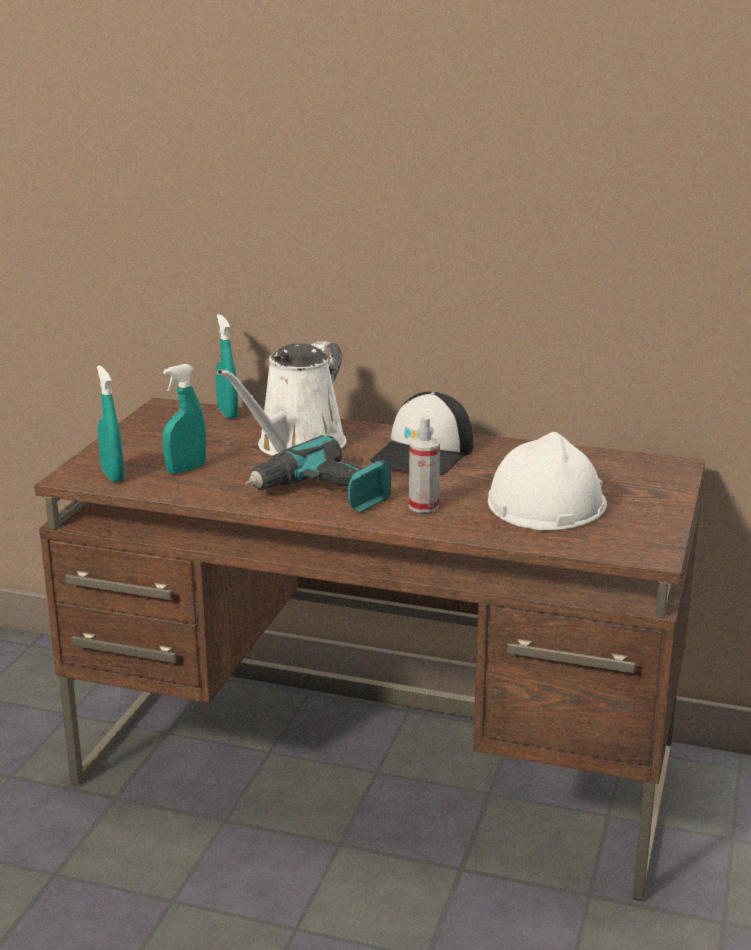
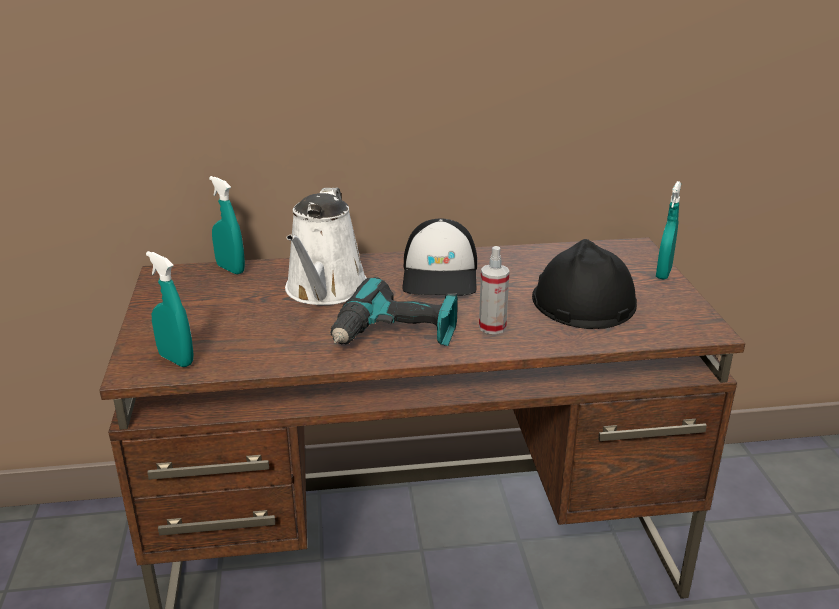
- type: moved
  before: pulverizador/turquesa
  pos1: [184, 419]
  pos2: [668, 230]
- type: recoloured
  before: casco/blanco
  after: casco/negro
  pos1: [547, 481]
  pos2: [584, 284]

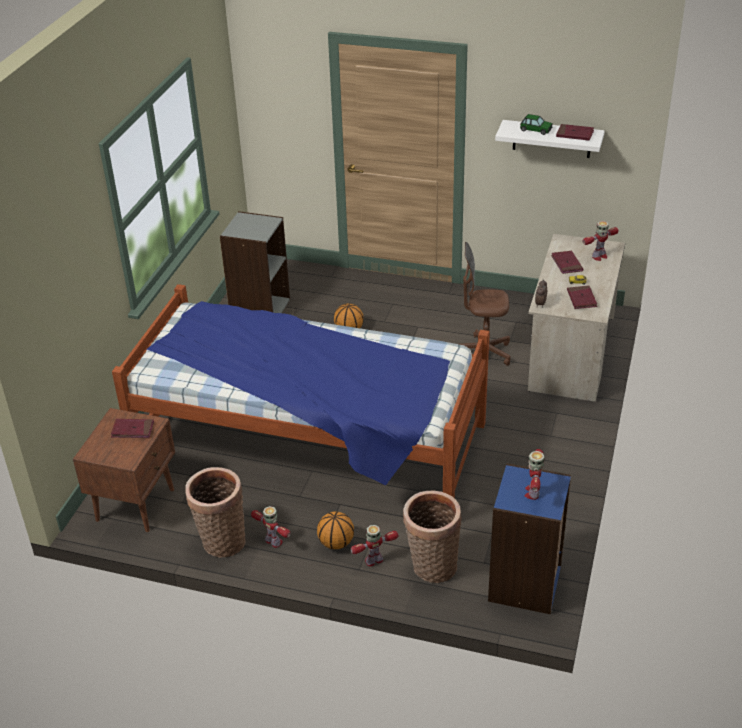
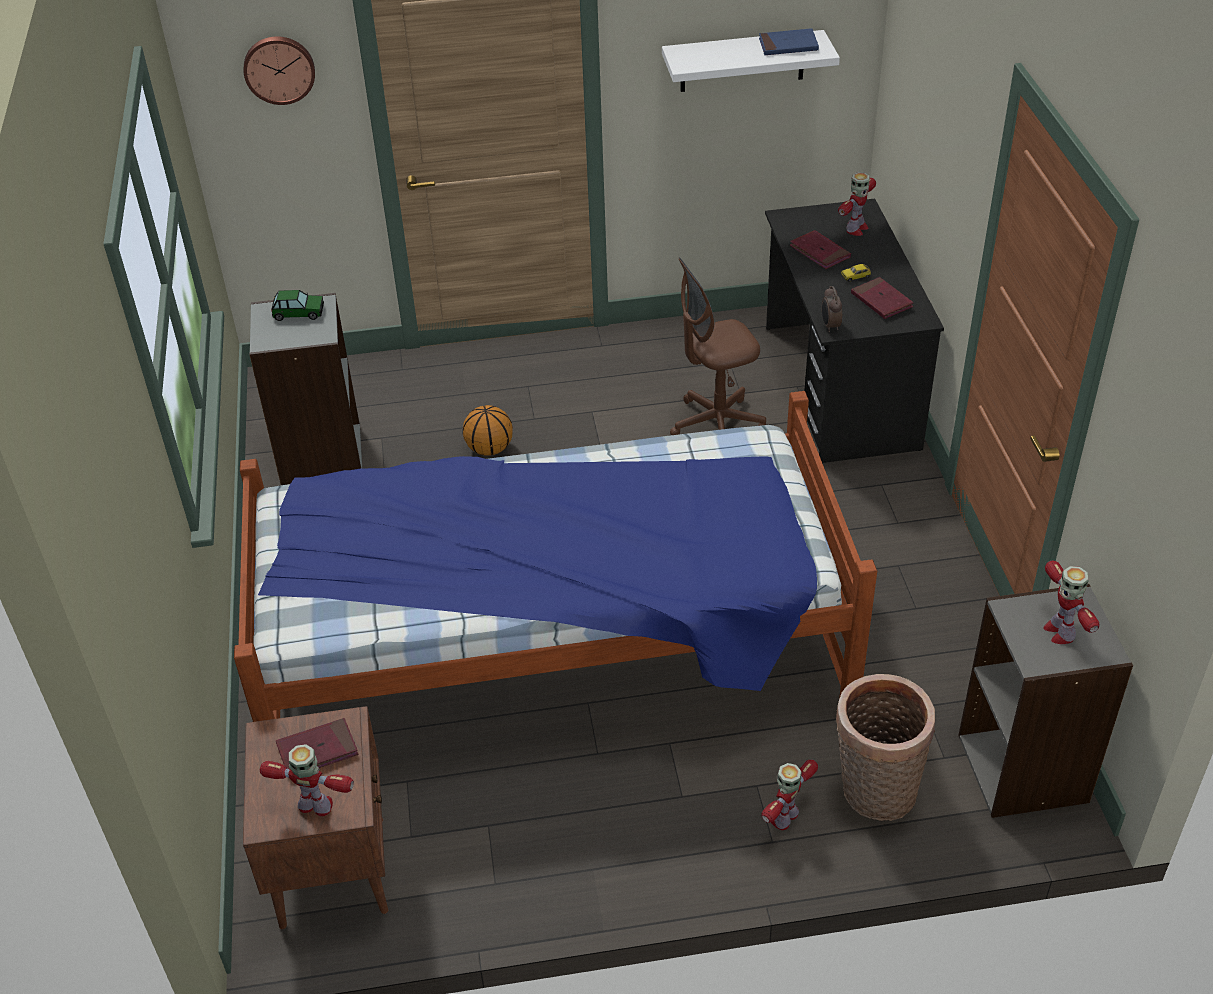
- type: moved
  before: coche de juguete
  pos1: [536, 124]
  pos2: [297, 305]
- type: recoloured
  before: libro/rojo
  after: libro/azul
  pos1: [575, 132]
  pos2: [789, 41]
- type: recoloured
  before: escritorio/beis
  after: escritorio/negro
  pos1: [576, 318]
  pos2: [854, 330]
- type: recoloured
  before: estantería/azul
  after: estantería/gris
  pos1: [529, 539]
  pos2: [1045, 701]
- type: removed
  before: cesta
  pos1: [215, 512]
- type: moved
  before: robot de juguete
  pos1: [271, 527]
  pos2: [307, 780]
- type: removed
  before: balón de baloncesto
  pos1: [335, 530]
- type: added
  after: reloj de pared
  pos2: [279, 70]

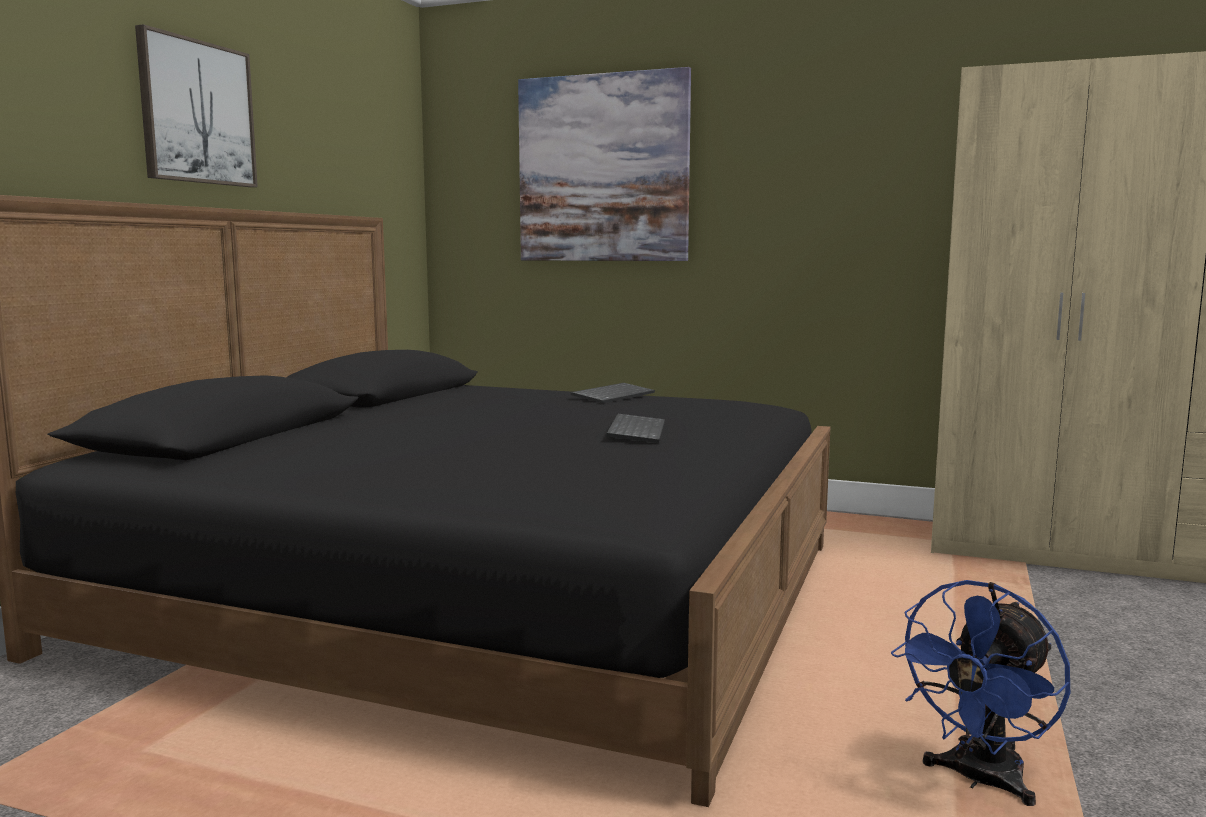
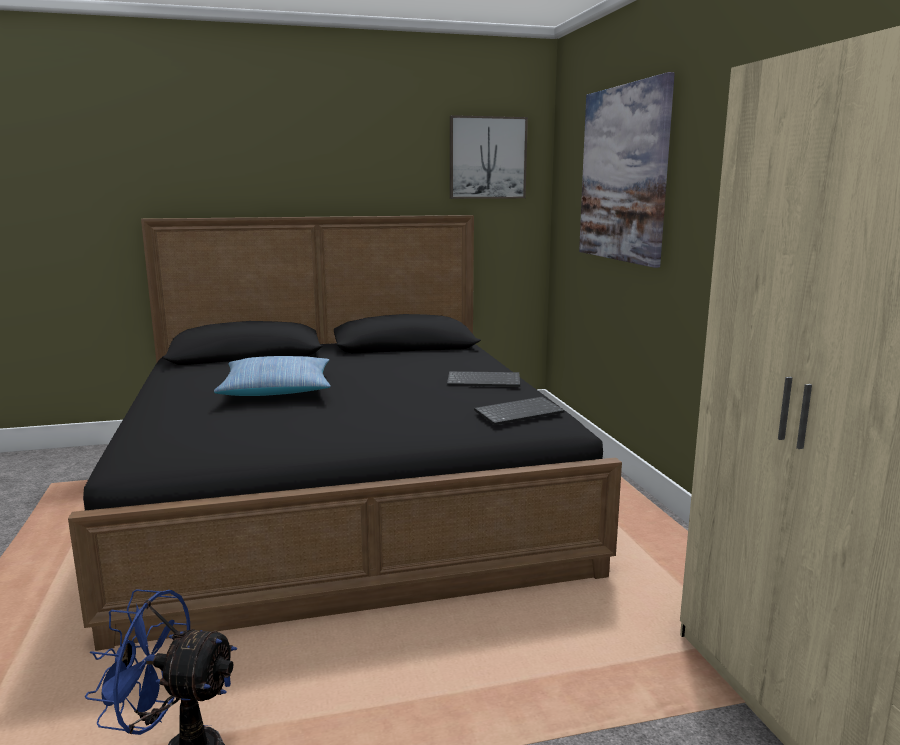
- type: moved
  before: cuadro
  pos1: [196, 105]
  pos2: [489, 157]
- type: moved
  before: teclado
  pos1: [635, 428]
  pos2: [519, 411]
- type: added
  after: cojín
  pos2: [272, 376]

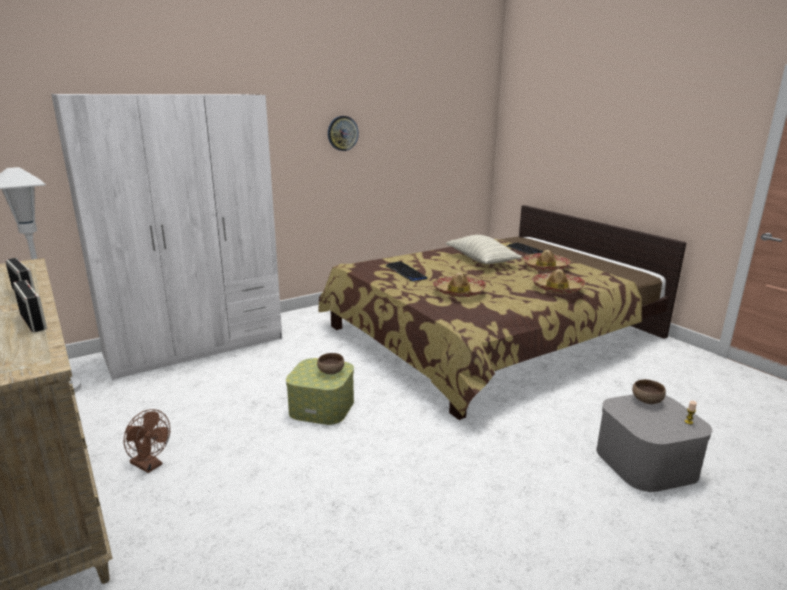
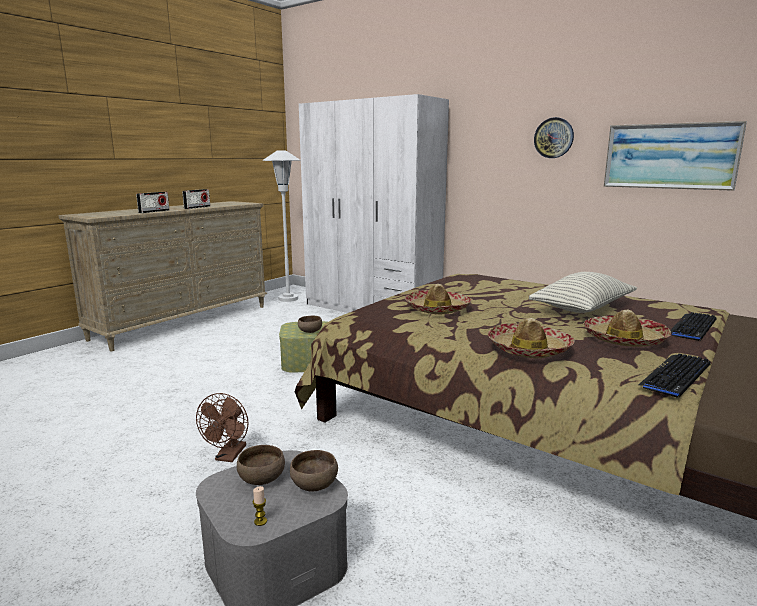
- type: moved
  before: teclado
  pos1: [406, 271]
  pos2: [674, 375]
- type: moved
  before: ventilador/marrón
  pos1: [147, 441]
  pos2: [222, 427]
- type: added
  after: cuadro
  pos2: [675, 156]
- type: added
  after: cuenco/marrón
  pos2: [261, 465]

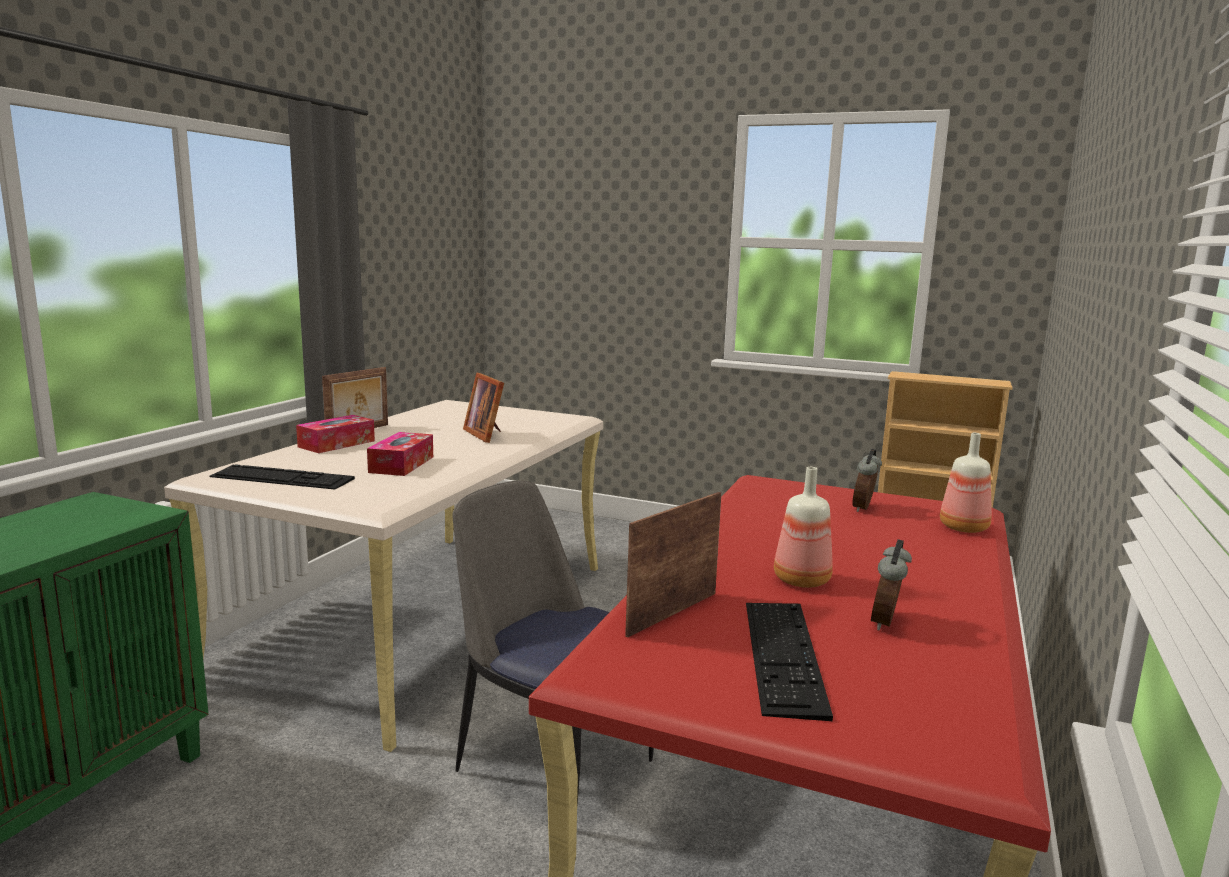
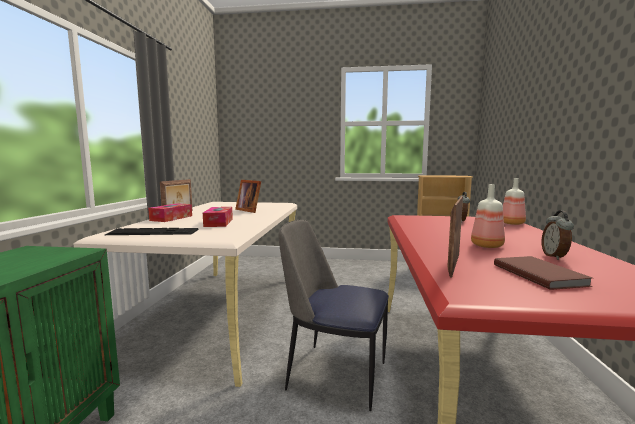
- type: replaced
  before: teclado
  after: libro/marrón
  pos1: [789, 662]
  pos2: [543, 273]

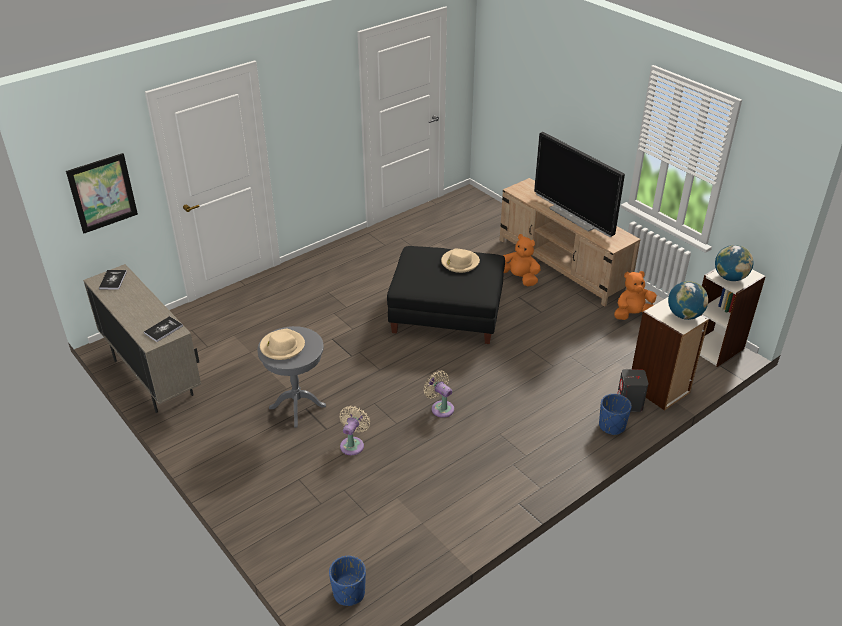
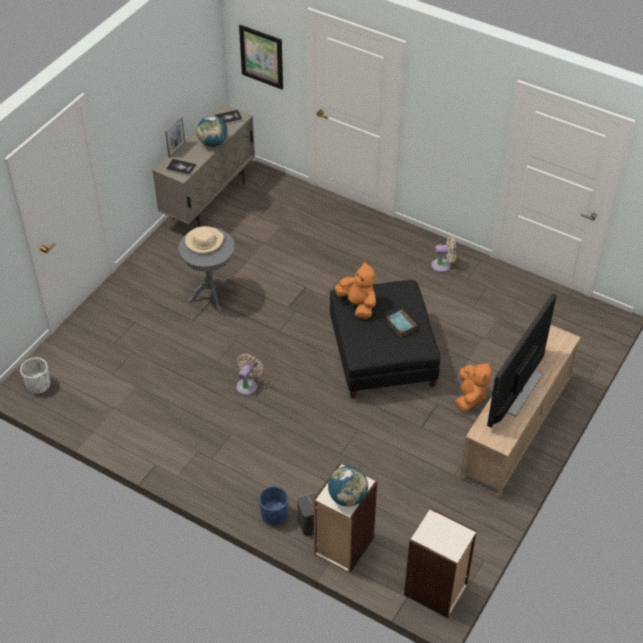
- type: moved
  before: globo terráqueo
  pos1: [734, 263]
  pos2: [212, 131]
- type: replaced
  before: sombrero/beis
  after: libro
  pos1: [460, 261]
  pos2: [401, 323]
- type: moved
  before: peluche/naranja
  pos1: [635, 295]
  pos2: [355, 290]
- type: moved
  before: ventilador/beis
  pos1: [354, 430]
  pos2: [443, 254]
- type: recoloured
  before: maceta/azul
  after: maceta/blanco
  pos1: [347, 581]
  pos2: [35, 375]
- type: added
  after: portarretratos
  pos2: [175, 137]

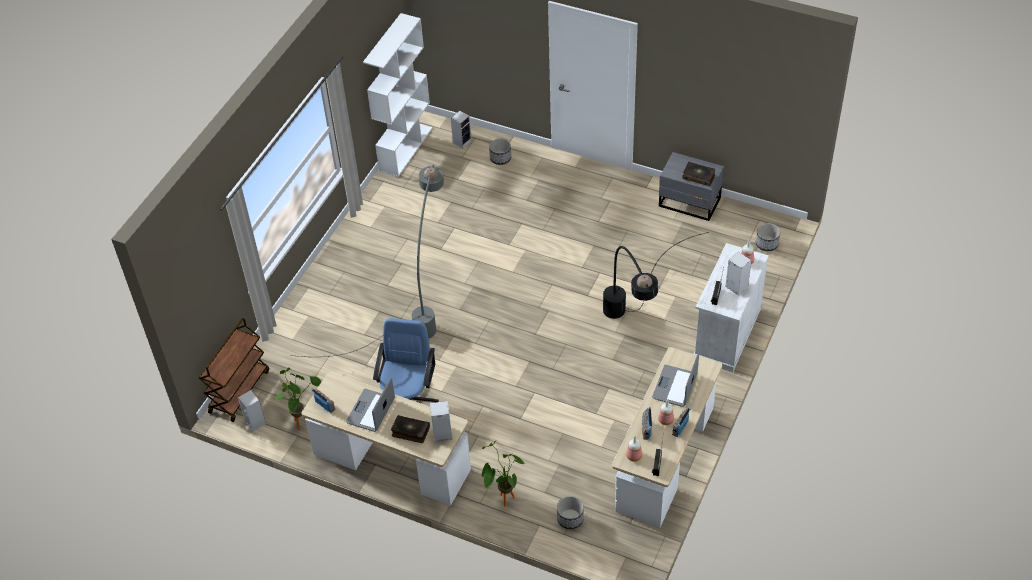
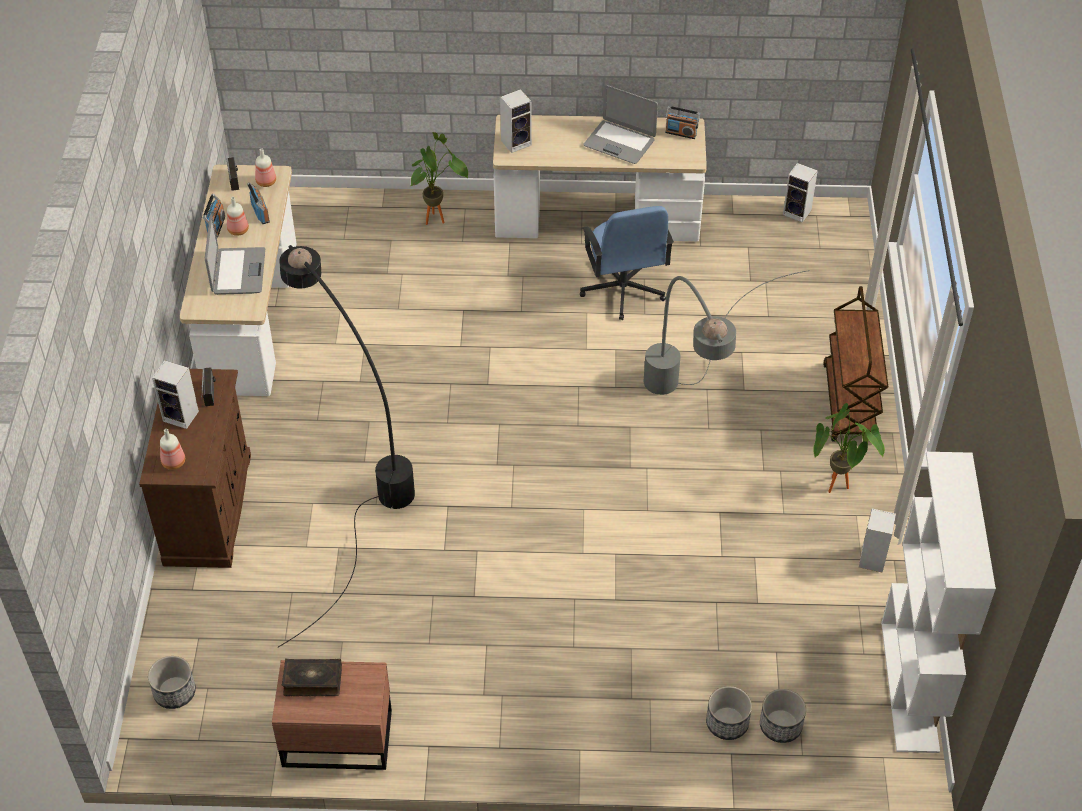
- type: moved
  before: altavoz
  pos1: [461, 130]
  pos2: [877, 541]
- type: recoloured
  before: mesita de noche/gris
  after: mesita de noche/marrón
  pos1: [691, 186]
  pos2: [332, 715]
- type: recoloured
  before: armario/blanco
  after: armario/marrón
  pos1: [731, 307]
  pos2: [195, 468]
- type: moved
  before: carrito/marrón
  pos1: [234, 370]
  pos2: [855, 363]
- type: moved
  before: planta en maceta
  pos1: [298, 399]
  pos2: [849, 448]
- type: turned
  before: portátil
  pos1: [370, 405]
  pos2: [620, 124]
  turn: 120
- type: removed
  before: libro
  pos1: [410, 429]
- type: moved
  before: maceta
  pos1: [570, 512]
  pos2: [783, 716]

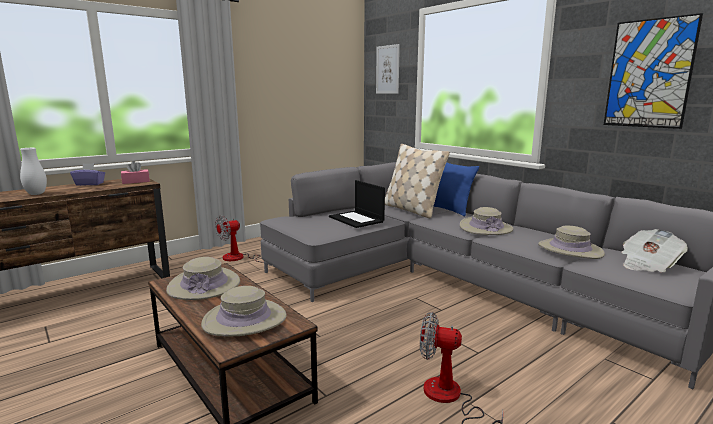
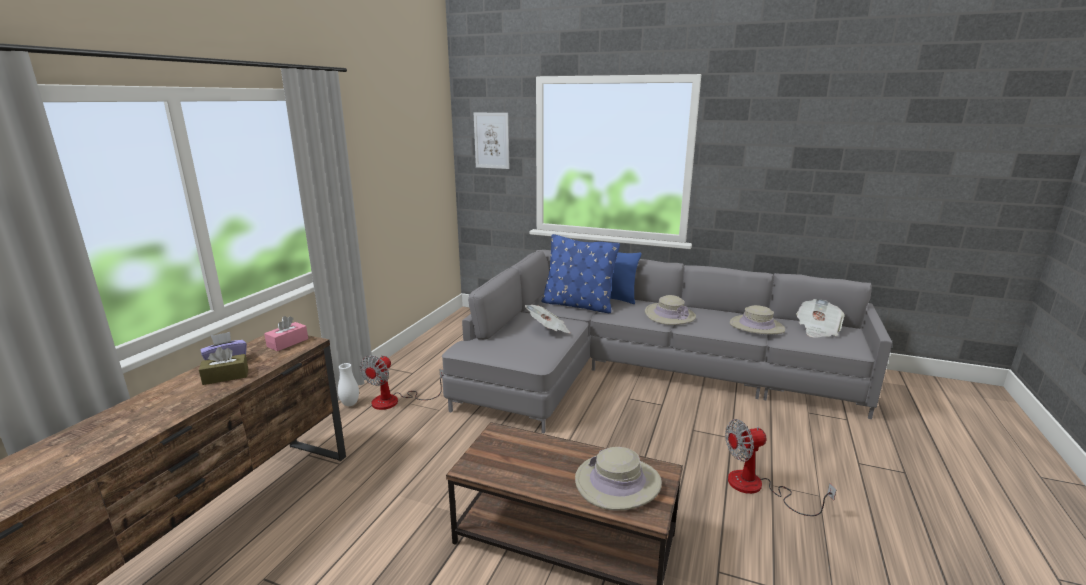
- type: removed
  before: cuadro
  pos1: [653, 71]
- type: recoloured
  before: cojín/beis
  after: cojín/azul
  pos1: [417, 181]
  pos2: [580, 273]
- type: moved
  before: florero/blanco
  pos1: [33, 171]
  pos2: [348, 384]
- type: replaced
  before: portátil
  after: periódico
  pos1: [357, 204]
  pos2: [547, 319]
- type: removed
  before: sombrero/beis
  pos1: [203, 278]
- type: added
  after: caja de pañuelos/marrón
  pos2: [223, 366]

